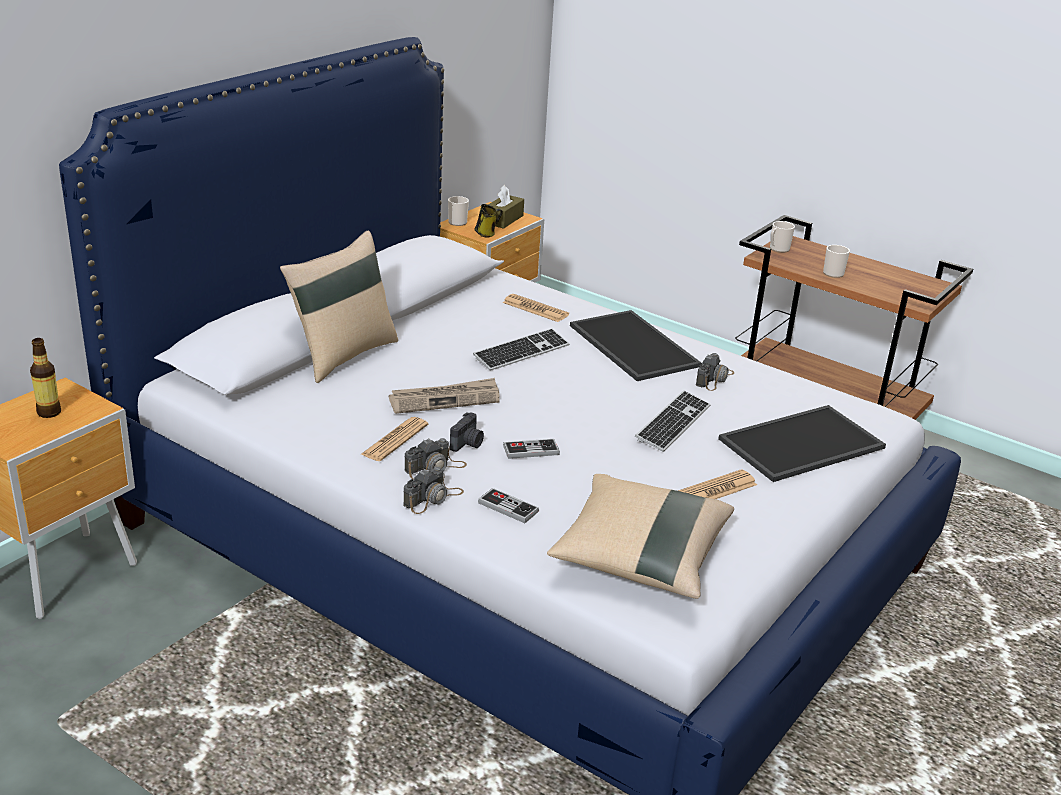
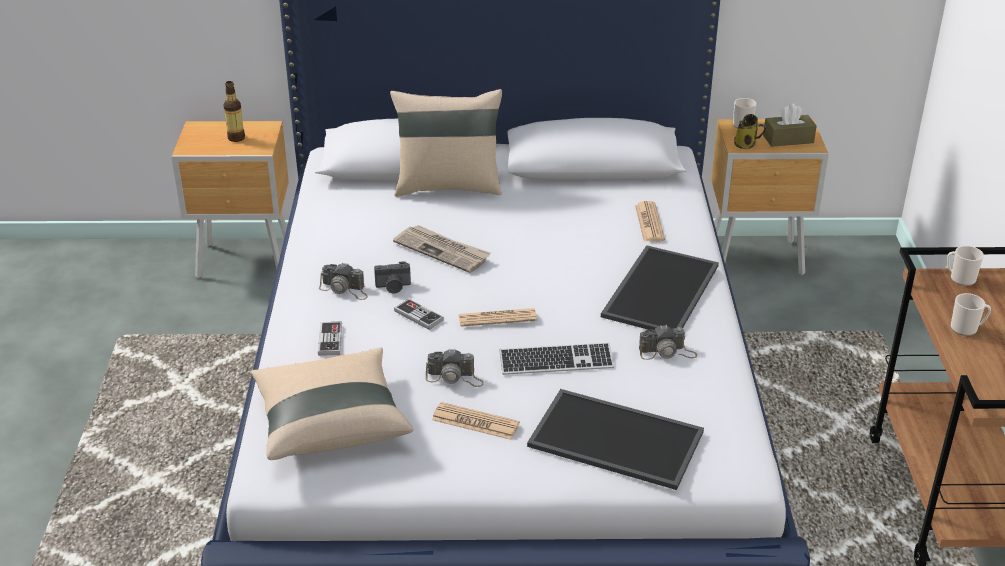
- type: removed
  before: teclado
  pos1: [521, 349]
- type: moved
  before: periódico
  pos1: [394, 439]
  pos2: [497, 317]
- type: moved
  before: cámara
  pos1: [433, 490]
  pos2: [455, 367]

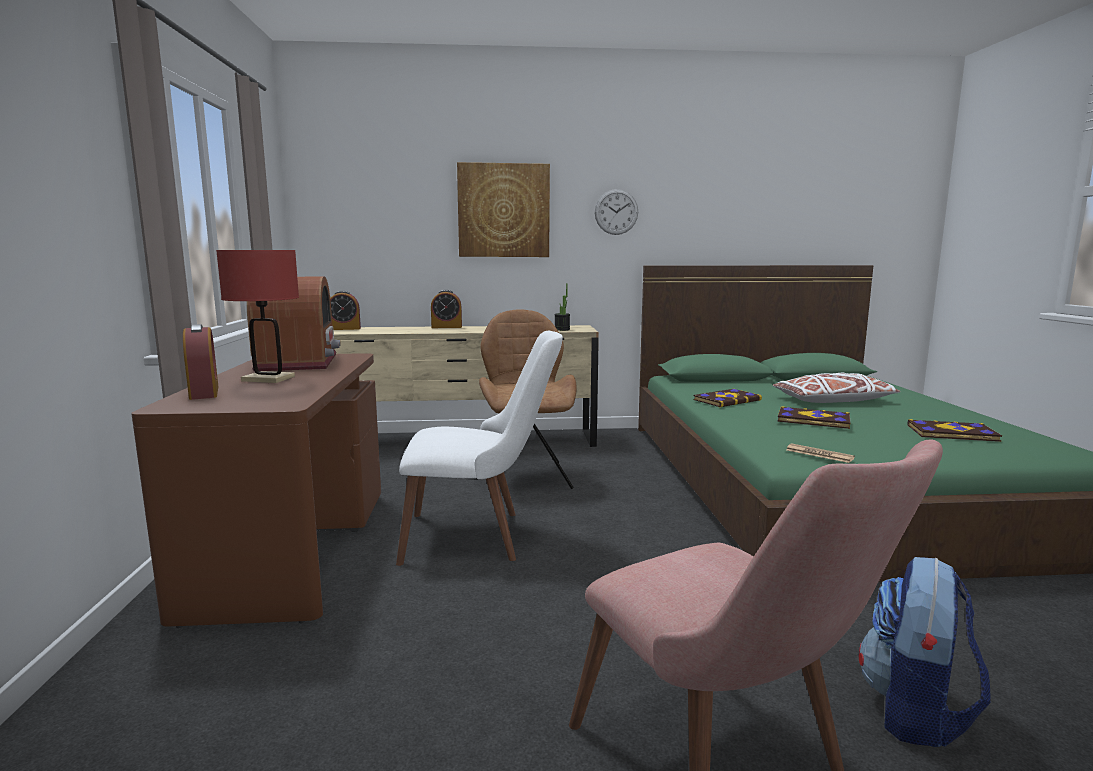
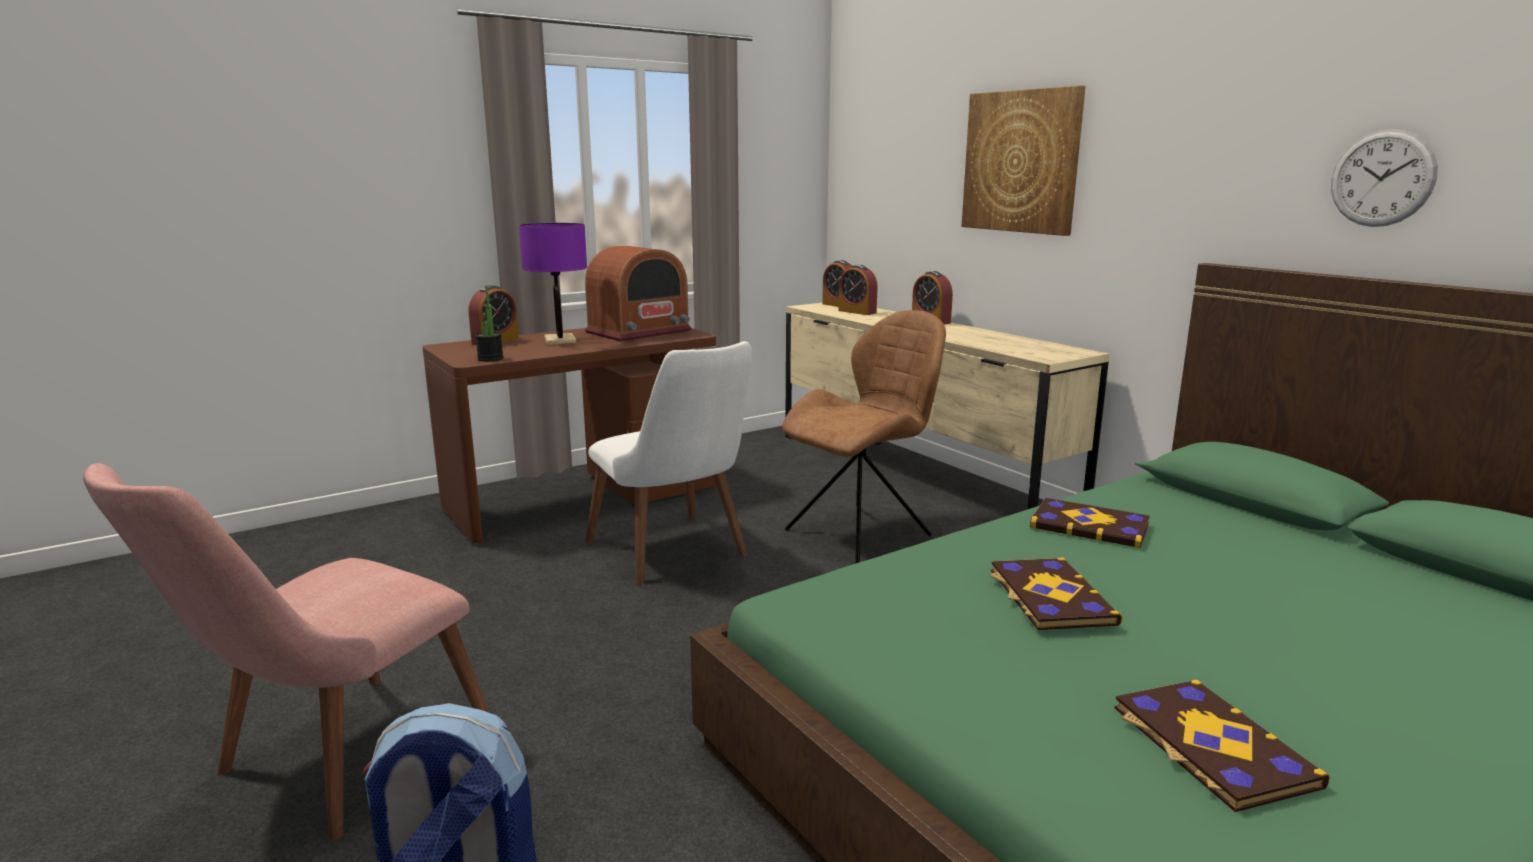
- type: moved
  before: reloj de pared
  pos1: [616, 212]
  pos2: [1384, 178]
- type: recoloured
  before: lámpara de mesa/rojo
  after: lámpara de mesa/morado
  pos1: [257, 316]
  pos2: [553, 284]
- type: moved
  before: planta en maceta
  pos1: [562, 307]
  pos2: [489, 324]
- type: removed
  before: cojín/blanco
  pos1: [836, 387]
- type: removed
  before: periódico
  pos1: [820, 453]
- type: added
  after: despertador
  pos2: [858, 290]

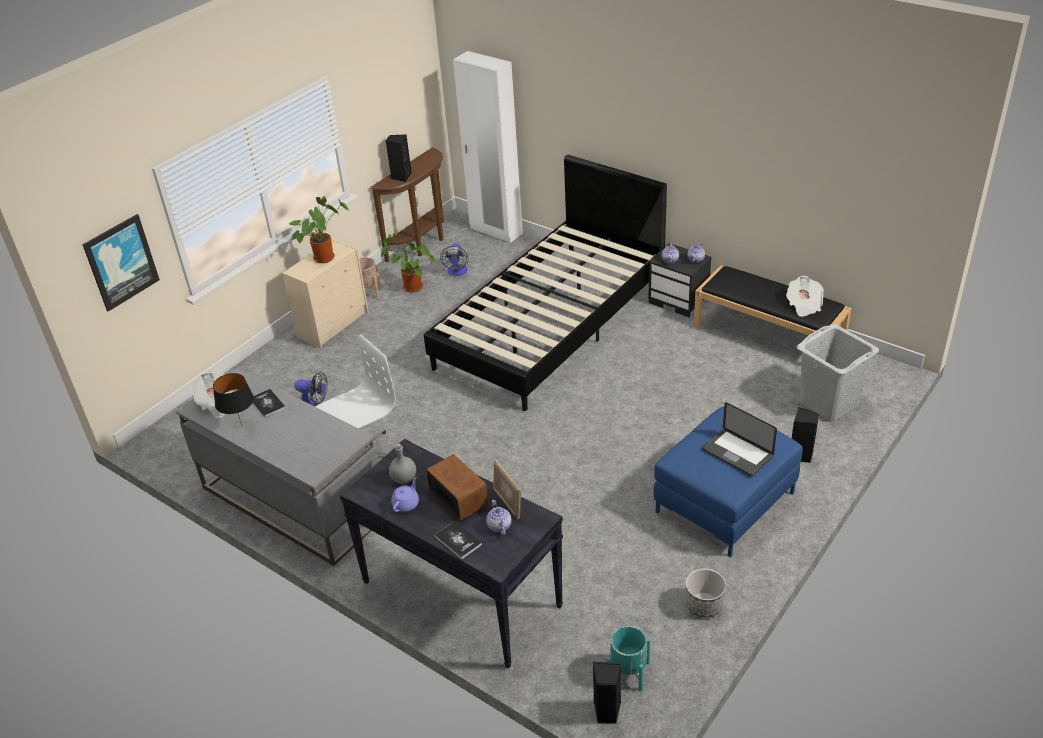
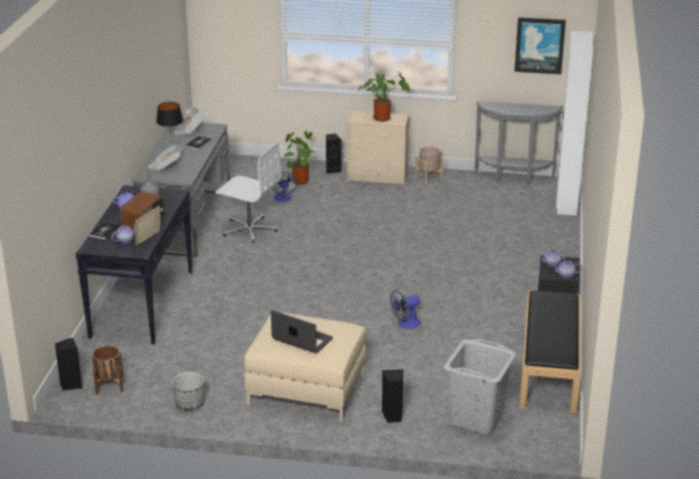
- type: moved
  before: altavoz/negro
  pos1: [399, 158]
  pos2: [333, 154]
- type: recoloured
  before: mesa consola/marrón
  after: mesa consola/gris
  pos1: [407, 204]
  pos2: [518, 143]
- type: removed
  before: cama/negro
  pos1: [545, 283]
- type: moved
  before: cuadro
  pos1: [121, 263]
  pos2: [540, 45]
- type: moved
  before: planta en maceta
  pos1: [408, 262]
  pos2: [300, 158]
- type: moved
  before: ventilador
  pos1: [454, 259]
  pos2: [405, 309]
- type: moved
  before: periódico
  pos1: [805, 296]
  pos2: [165, 158]
- type: turned
  before: portátil
  pos1: [739, 439]
  pos2: [302, 331]
  turn: 105
- type: recoloured
  before: puf/azul
  after: puf/beis
  pos1: [728, 481]
  pos2: [305, 366]
- type: recoloured
  before: maceta/turquesa
  after: maceta/marrón
  pos1: [628, 658]
  pos2: [108, 370]

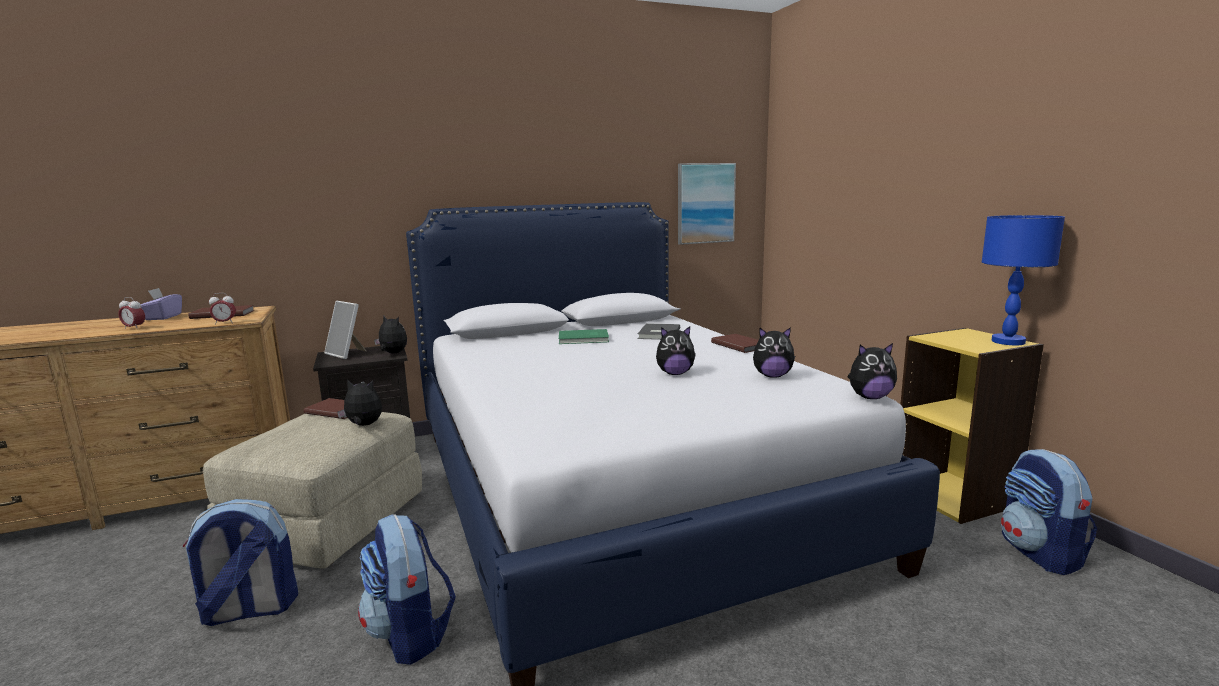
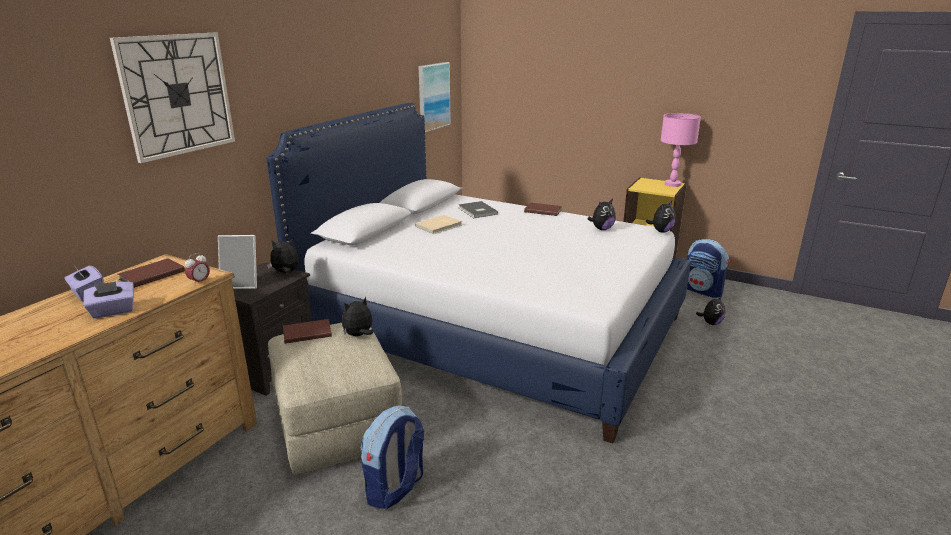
- type: recoloured
  before: lámpara de mesa/azul
  after: lámpara de mesa/rosa
  pos1: [1023, 280]
  pos2: [680, 150]
- type: replaced
  before: despertador
  after: caja de pañuelos/morado
  pos1: [131, 313]
  pos2: [109, 300]
- type: moved
  before: peluche
  pos1: [676, 351]
  pos2: [710, 310]
- type: recoloured
  before: libro/verde
  after: libro/beis
  pos1: [584, 336]
  pos2: [438, 224]
- type: removed
  before: mochila
  pos1: [407, 589]
- type: added
  after: reloj de pared
  pos2: [172, 98]

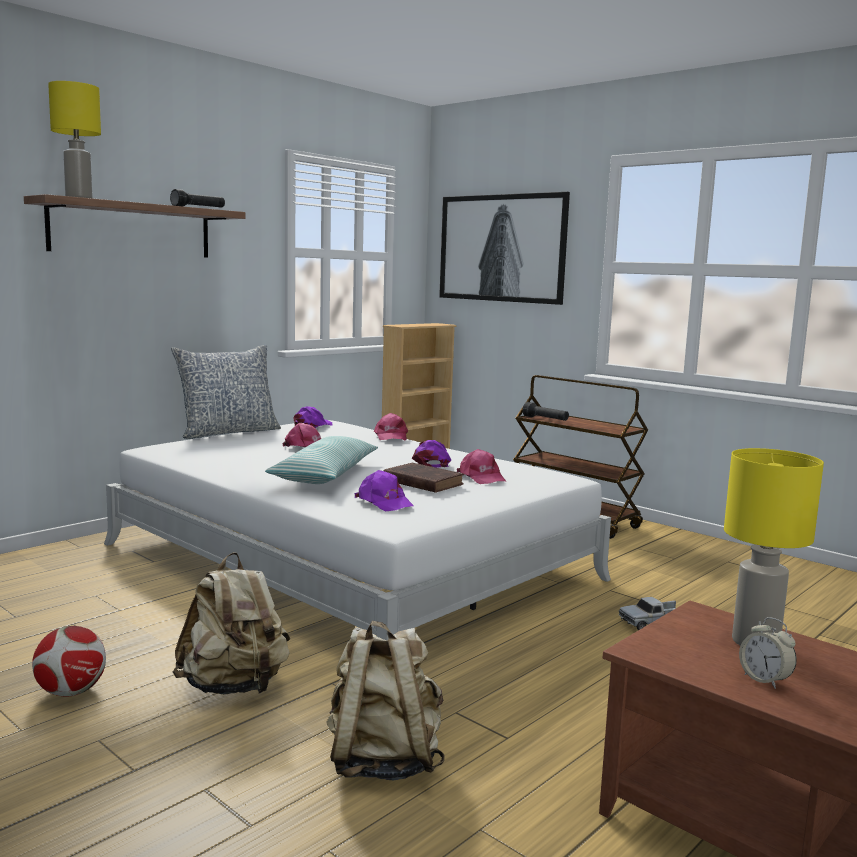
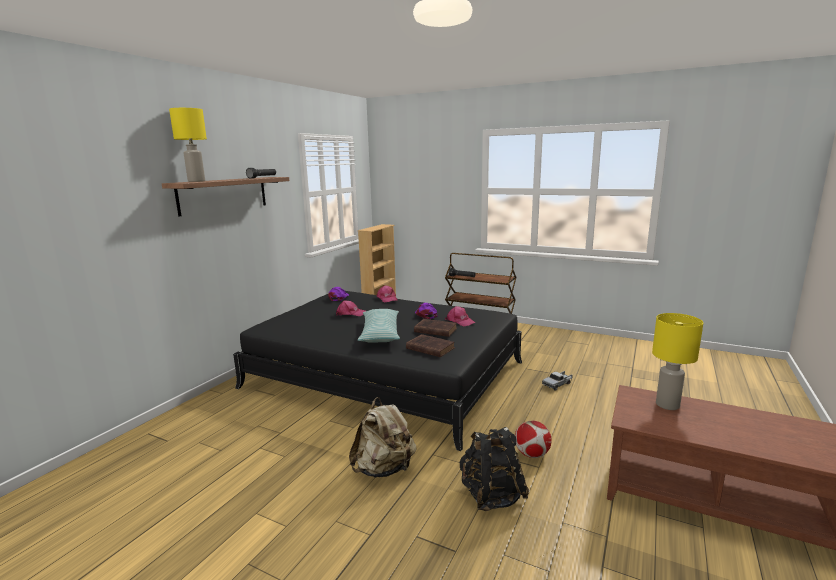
- type: removed
  before: cuadro
  pos1: [504, 248]
- type: removed
  before: cojín
  pos1: [226, 392]
- type: recoloured
  before: cama/blanco
  after: cama/negro
  pos1: [357, 530]
  pos2: [377, 371]
- type: replaced
  before: gorra/morado
  after: libro/marrón
  pos1: [385, 491]
  pos2: [430, 345]
- type: removed
  before: despertador
  pos1: [768, 653]
- type: recoloured
  before: mochila/beis
  after: mochila/negro
  pos1: [385, 700]
  pos2: [494, 469]
- type: moved
  before: balón de fútbol
  pos1: [69, 661]
  pos2: [533, 439]

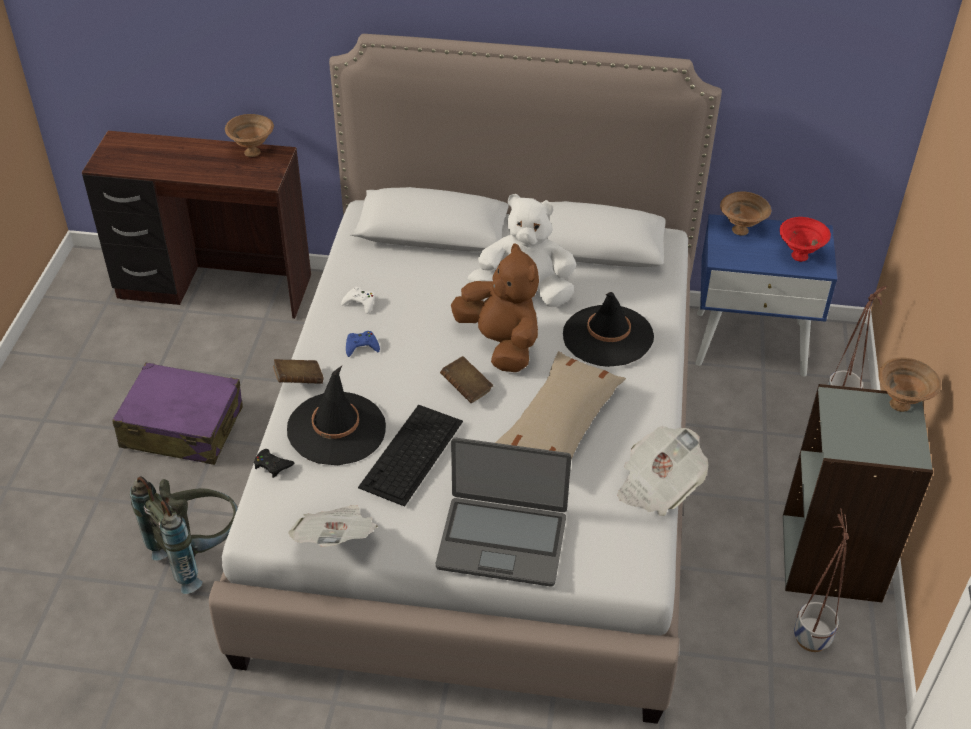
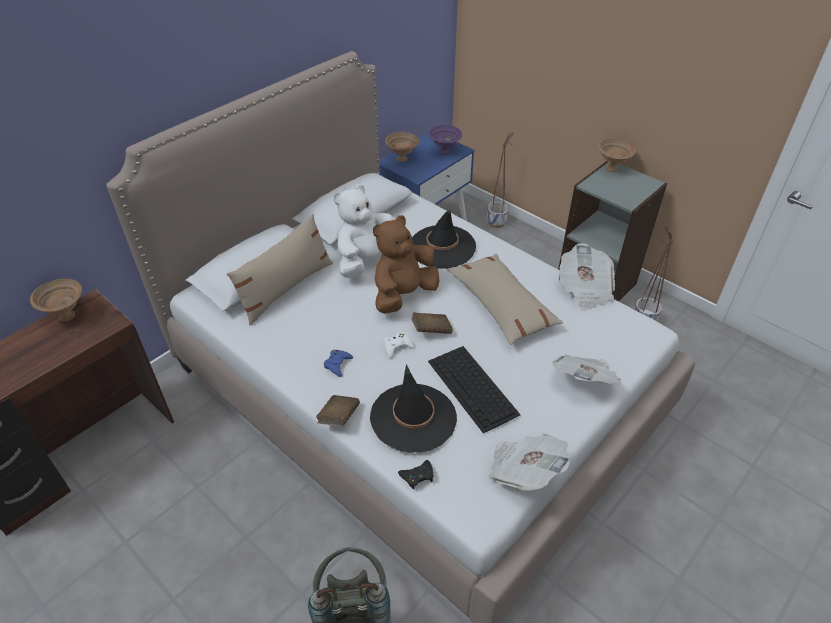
- type: recoloured
  before: cuenco/rojo
  after: cuenco/morado
  pos1: [805, 239]
  pos2: [445, 140]
- type: turned
  before: peluche/marrón
  pos1: [495, 307]
  pos2: [406, 264]
  turn: -45
- type: moved
  before: mando de consola/blanco
  pos1: [358, 300]
  pos2: [399, 345]
- type: removed
  before: maleta/morado
  pos1: [177, 413]
- type: replaced
  before: portátil
  after: periódico
  pos1: [503, 512]
  pos2: [586, 369]
- type: added
  after: cojín/beis
  pos2: [280, 270]

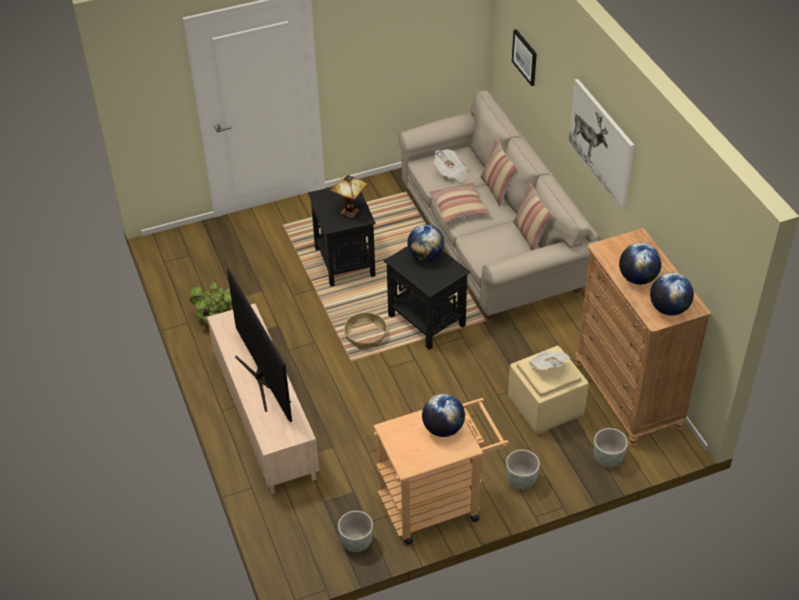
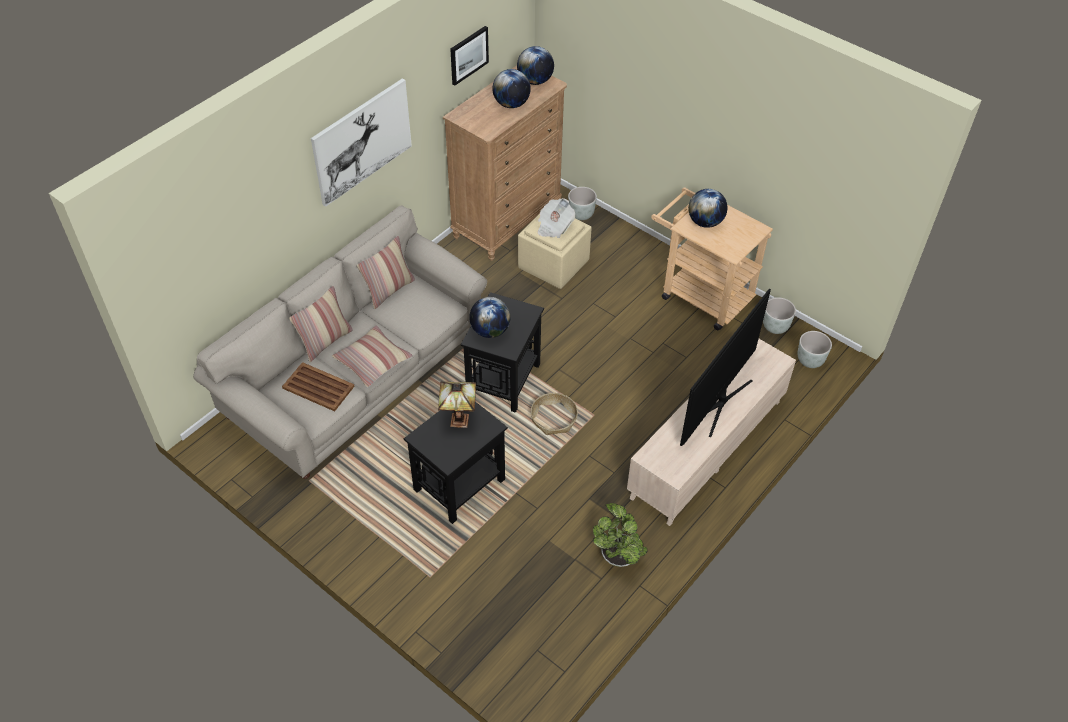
- type: moved
  before: cuadro
  pos1: [524, 57]
  pos2: [469, 55]
- type: replaced
  before: periódico
  after: bandeja/marrón
  pos1: [451, 165]
  pos2: [318, 386]
- type: moved
  before: maceta/gris
  pos1: [523, 469]
  pos2: [814, 349]

